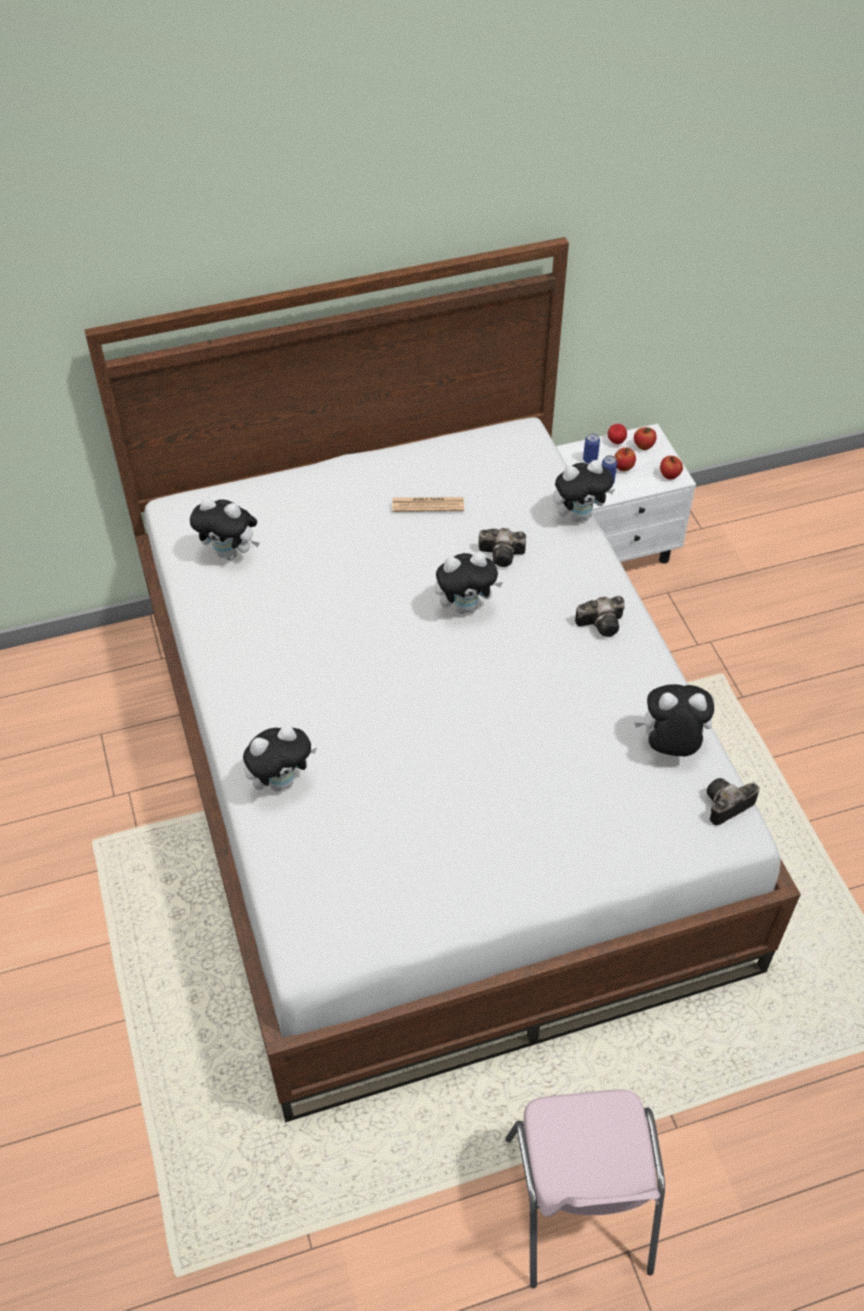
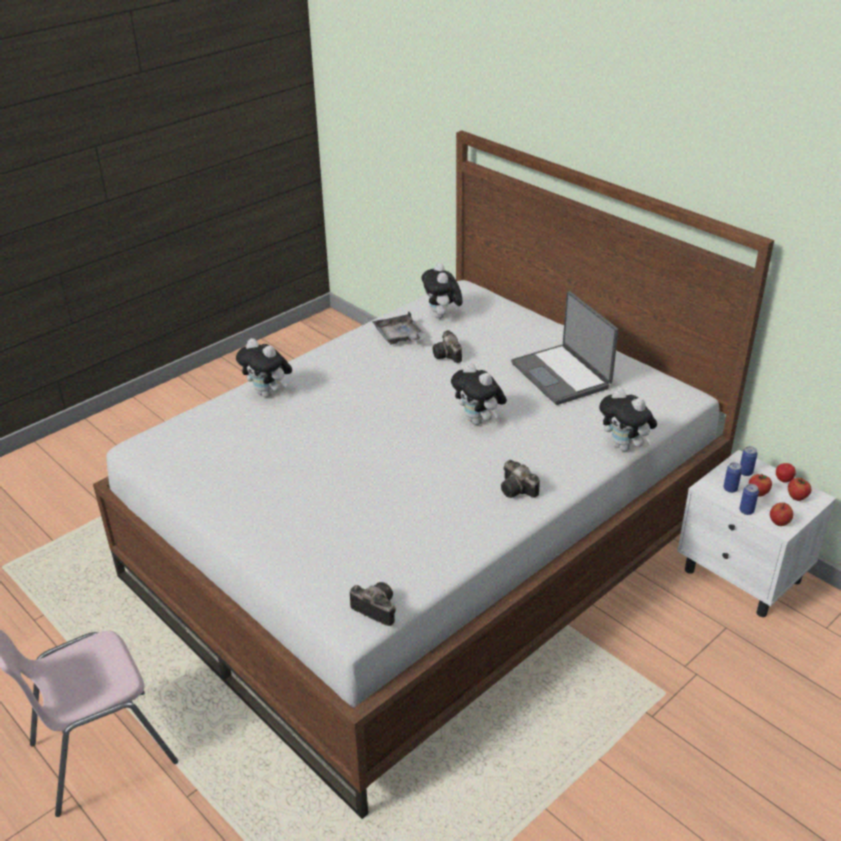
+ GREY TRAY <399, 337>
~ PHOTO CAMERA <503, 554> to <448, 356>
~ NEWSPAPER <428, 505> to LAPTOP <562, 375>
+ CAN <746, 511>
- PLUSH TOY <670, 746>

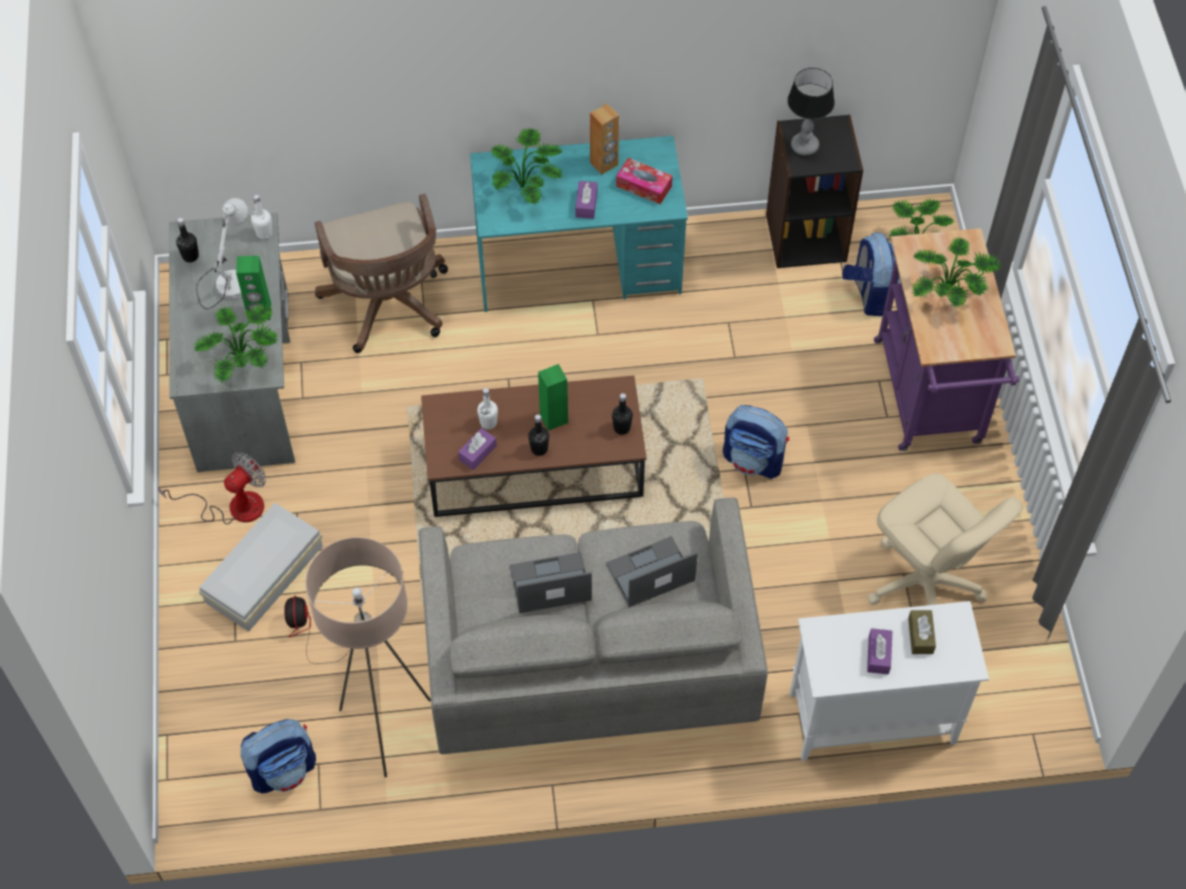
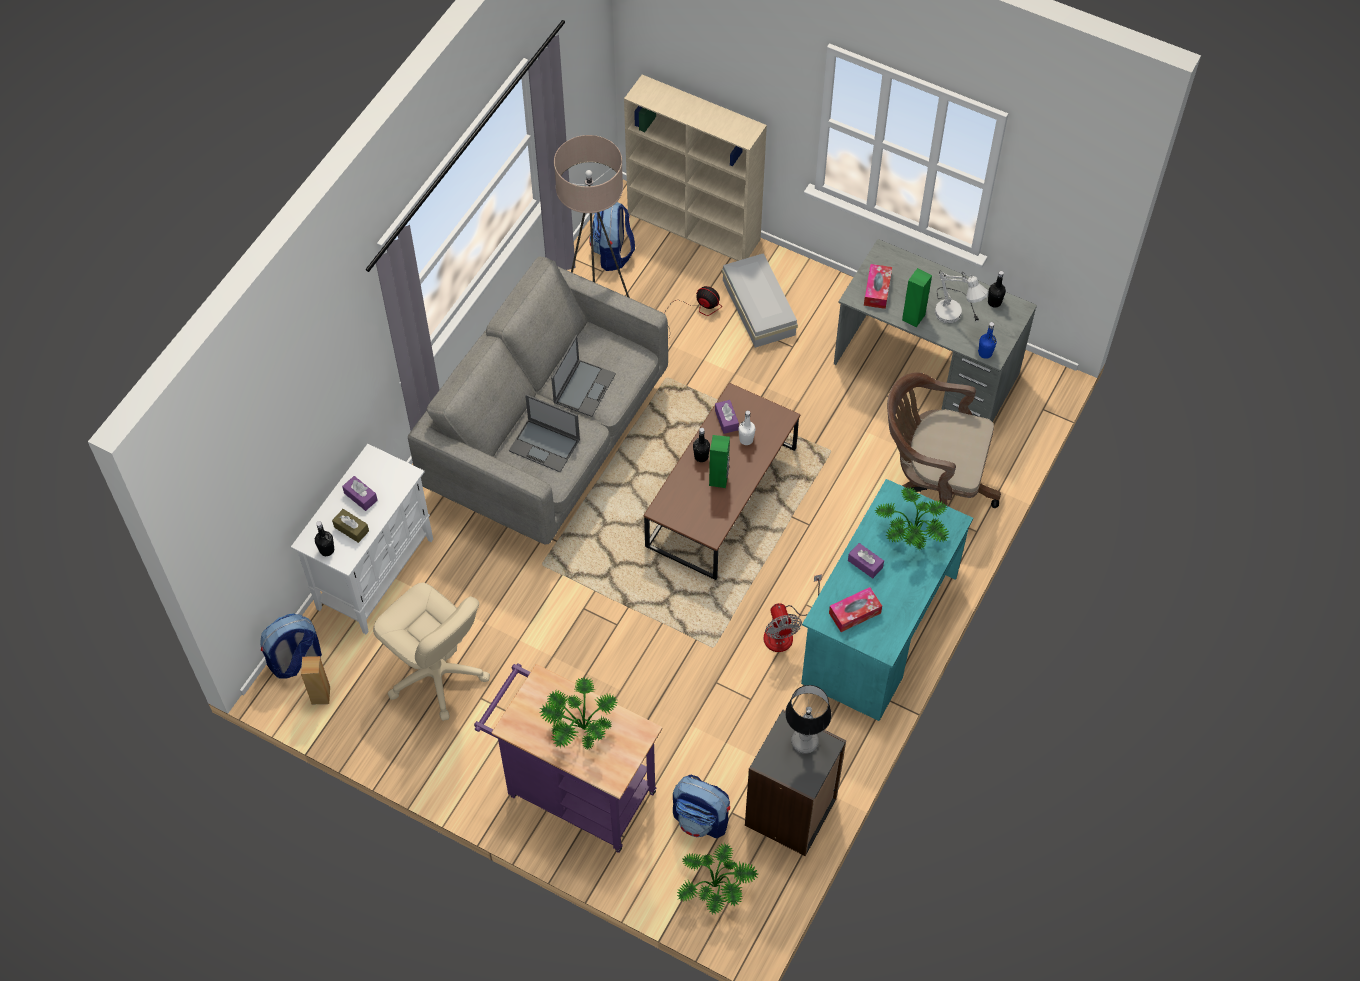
~ BACKPACK <754, 460> to <295, 661>
~ BROWN SPEAKER <604, 164> to <320, 695>
~ BLACK BOTTLE <622, 428> to <327, 550>
~ BEIGE OFFICE CHAIR <924, 584> = <437, 674> 135 degrees counterclockwise
~ LAPTOP <649, 573> = <545, 445> 105 degrees clockwise
+ BEIGE BOOKCASE <695, 227>
~ FAN <233, 506> to <785, 630>
~ POTTED PLANT <244, 360> to TISSUE BOX <877, 290>
~ WHITE BOTTLE <264, 233> to BLUE BOTTLE <985, 353>

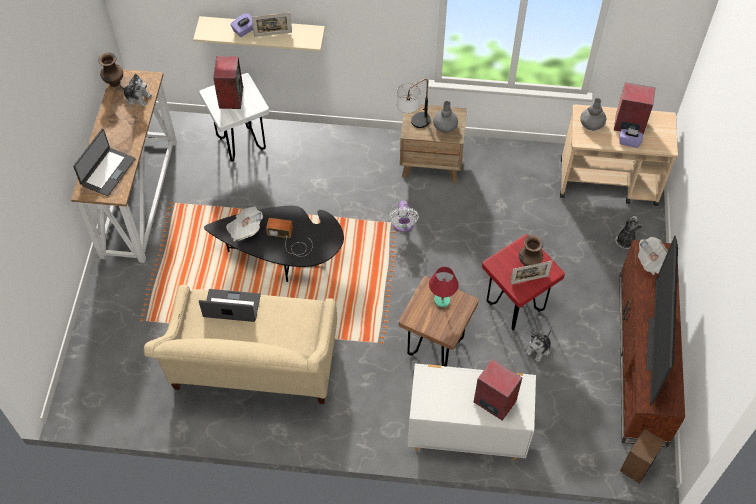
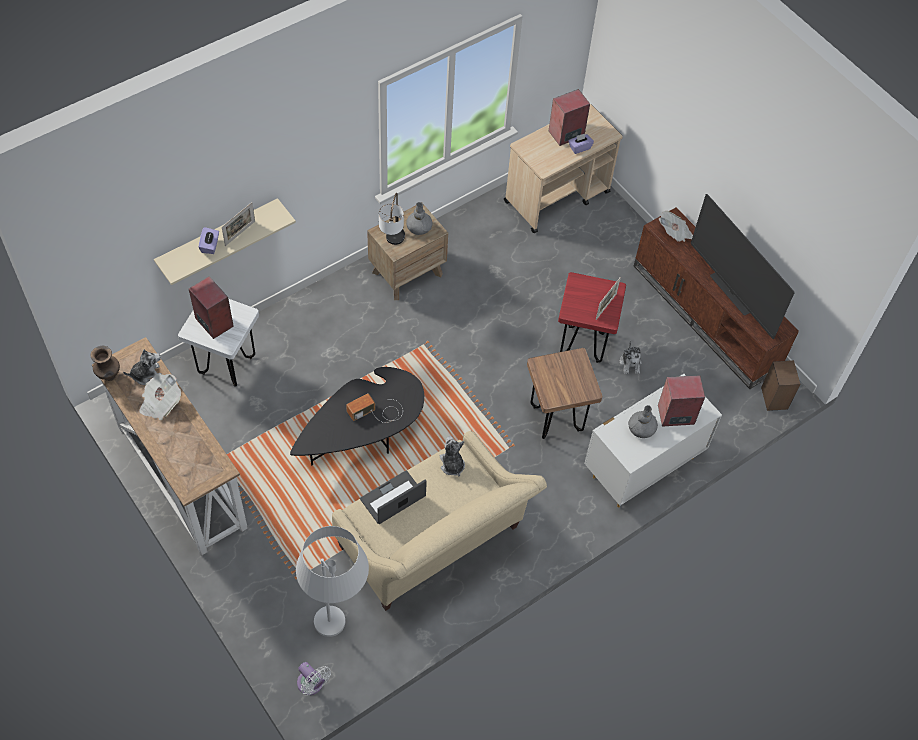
~ NEWSPAPER <245, 229> to <160, 403>
+ WHITE FLOOR LAMP <339, 635>
~ WHITE FAN <403, 225> to <312, 685>
~ PLUSH TOY <625, 240> to <452, 464>
~ GREY VASE <592, 123> to <641, 428>
- LAPTOP <107, 171>
- RED TABLE LAMP <441, 300>
- BROWN VASE <528, 263>

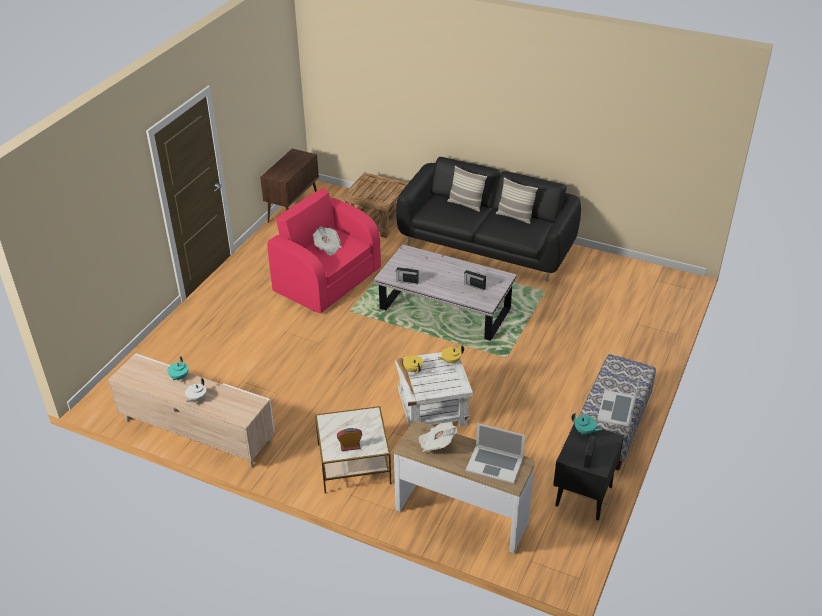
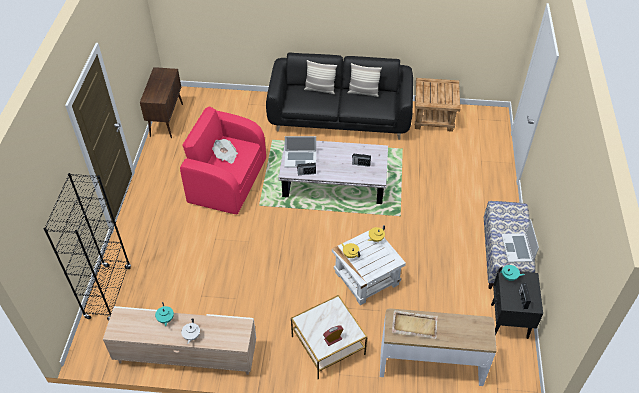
+ BLACK BOOKCASE <108, 292>
~ LAPTOP <494, 464> to <300, 159>
~ NEWSPAPER <436, 443> to BEIGE TRAY <414, 325>
~ BROWN SIDE TABLE <377, 221> to <434, 117>

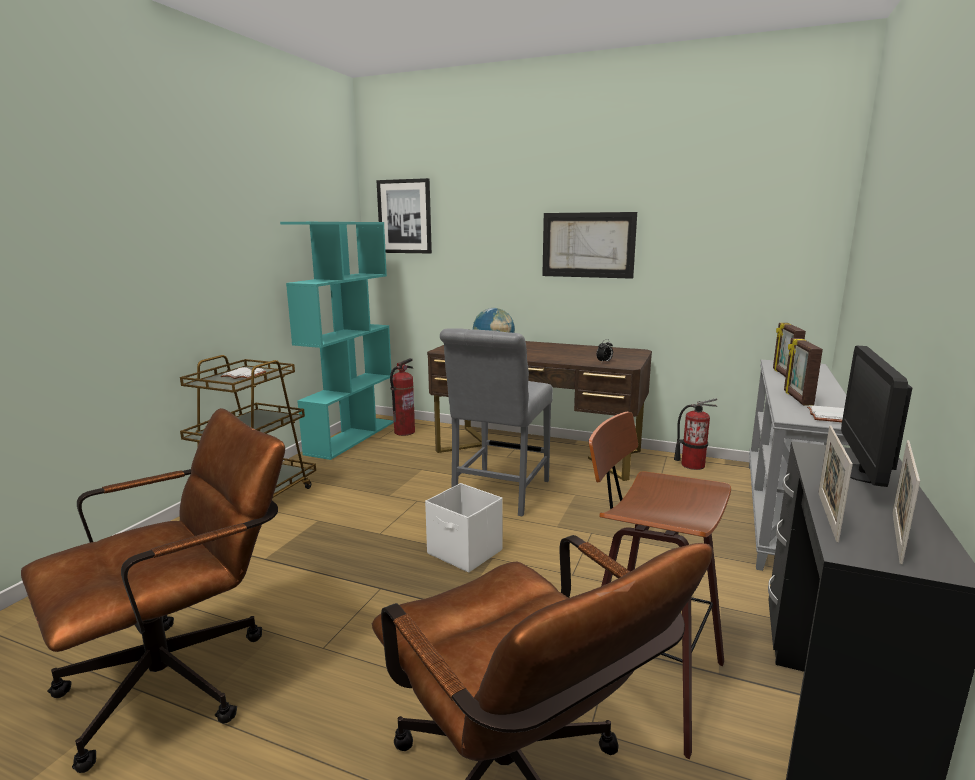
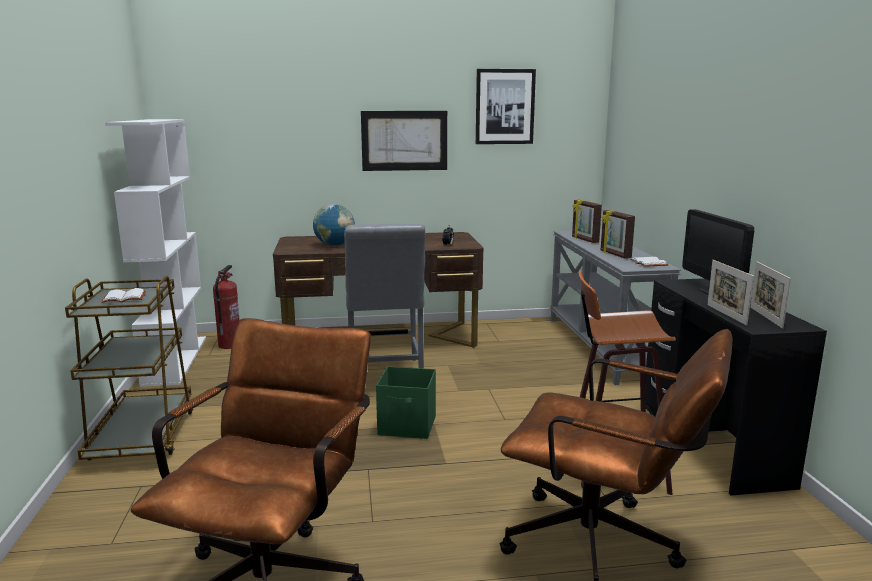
~ TURQUOISE BOOKCASE <351, 437> to WHITE BOOKCASE <175, 360>
~ WHITE STORAGE BOX <465, 552> to GREEN STORAGE BOX <408, 426>
~ PICTURE <405, 216> to <504, 107>
- FIRE EXTINGUISHER <692, 465>

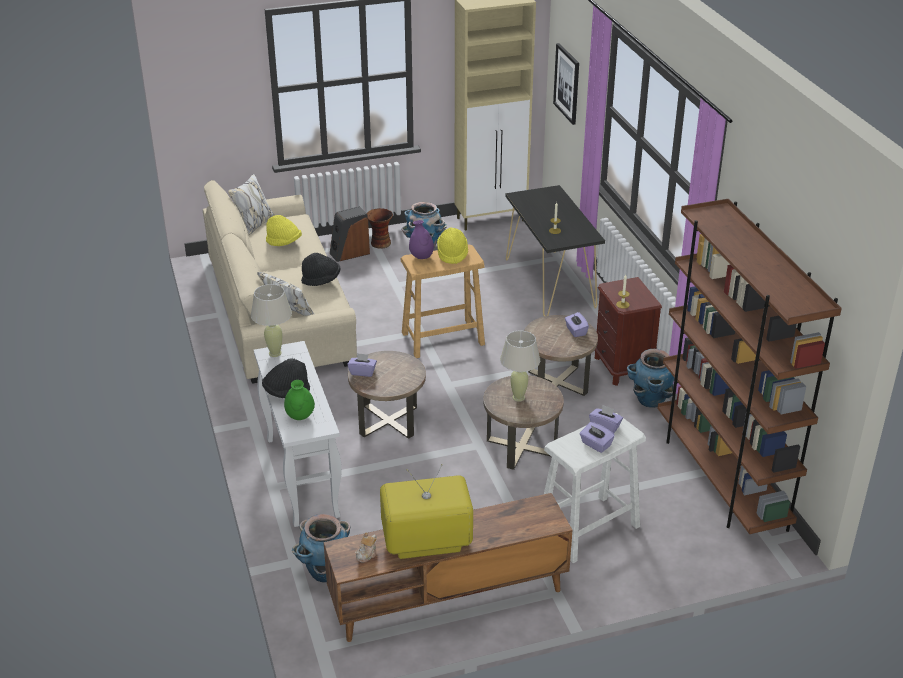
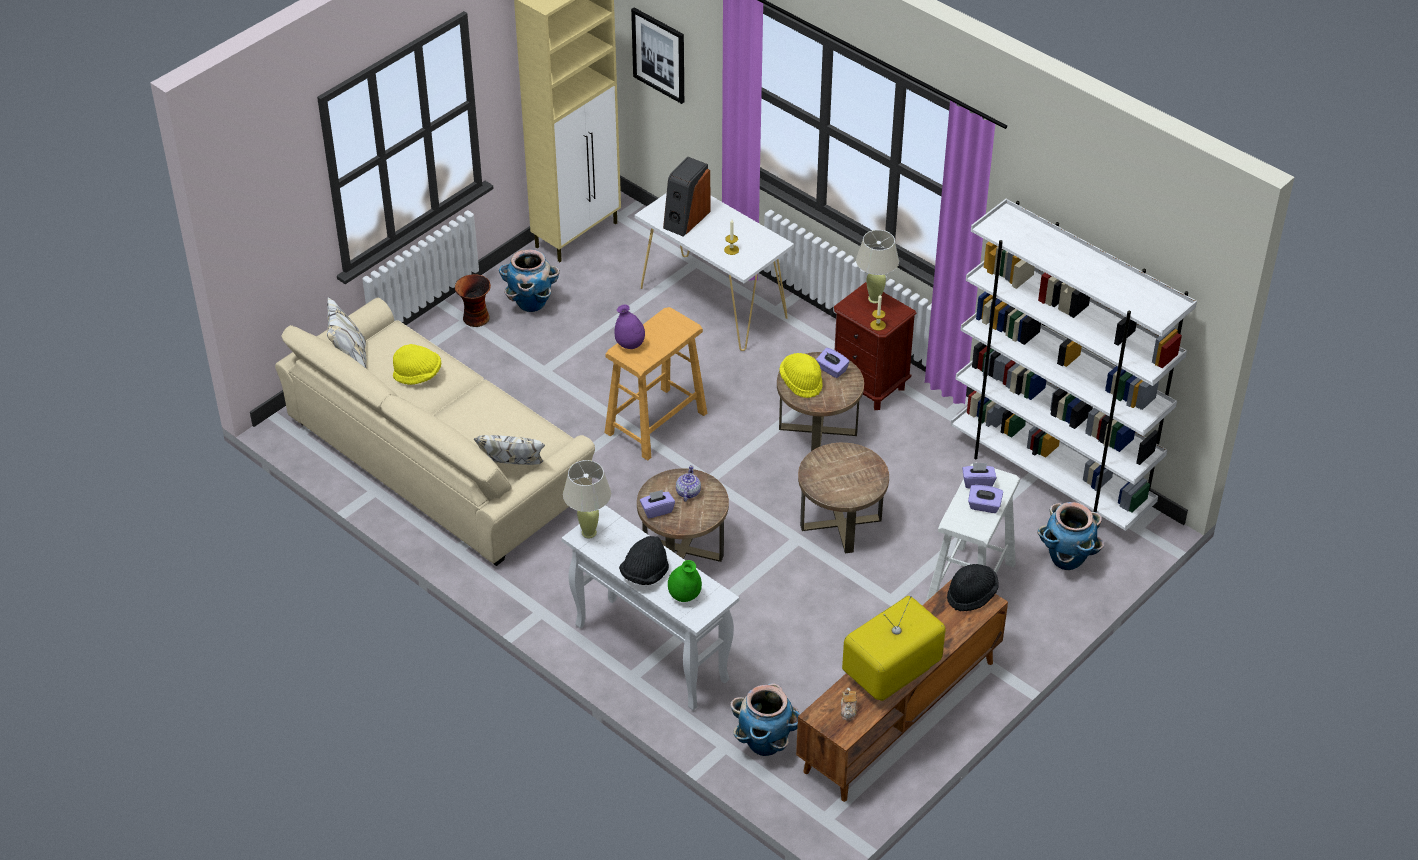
~ BLACK CONSOLE TABLE <550, 283> to WHITE CONSOLE TABLE <714, 303>
~ SPEAKER <349, 253> to <686, 219>
+ TEAPOT <688, 492>
~ YELLOW HAT <452, 254> to <801, 382>
~ BEIGE TABLE LAMP <518, 397> to <874, 299>
~ BLACK HAT <321, 280> to <971, 595>
~ BROWN BOOKCASE <721, 478> to WHITE BOOKCASE <1050, 478>
~ PLANTER <650, 400> to <1067, 559>

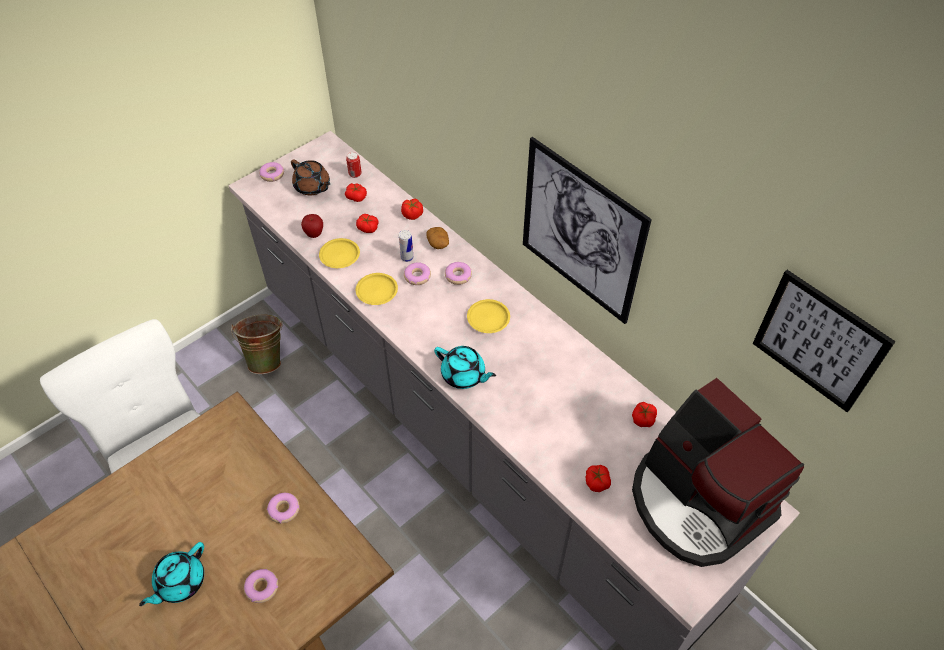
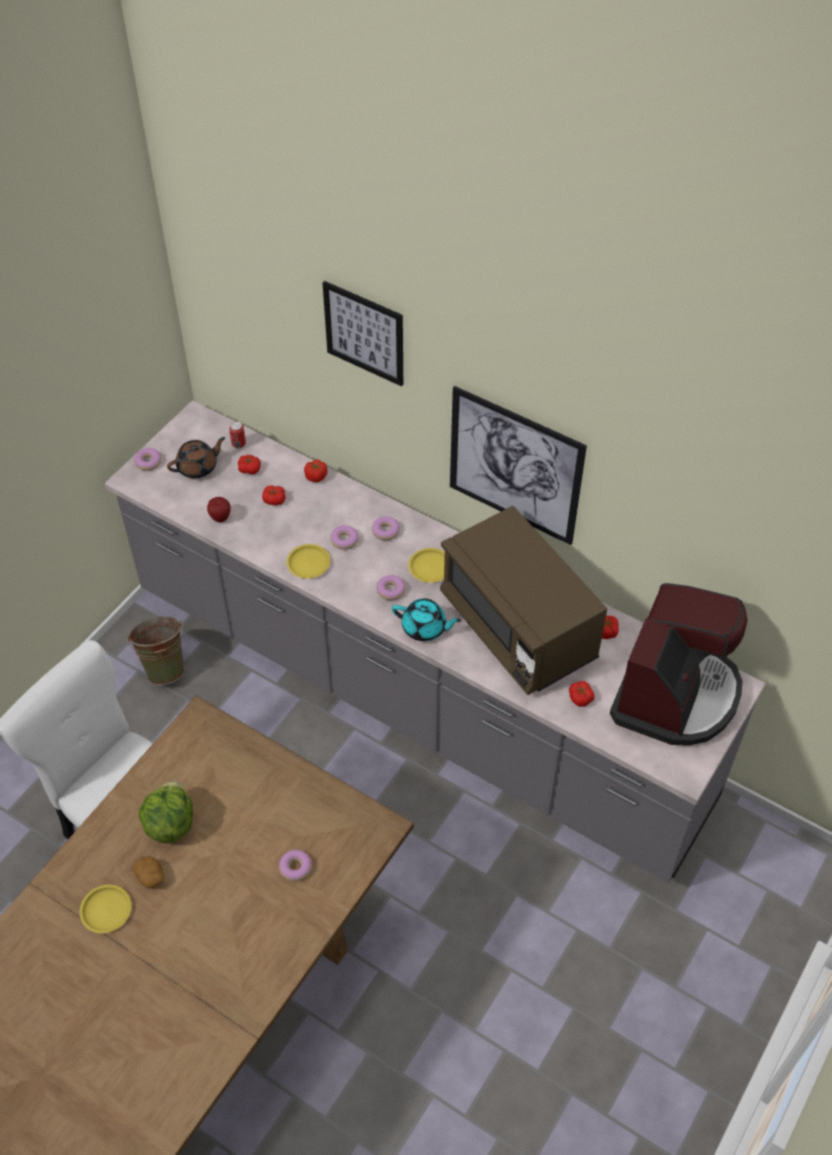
~ YELLOW PLATE <340, 255> to <106, 910>
~ POTATO <438, 243> to <151, 876>
+ LETTUCE <170, 824>
~ BROWN TEAPOT <312, 187> = <198, 467> 60 degrees counterclockwise
~ PICTURE <819, 341> to <364, 333>
~ DONUT <284, 509> to <390, 590>
+ BROWN MICROWAVE <518, 627>
~ COFFEE MACHINE <698, 502> = <675, 694> 105 degrees counterclockwise
- TURQUOISE TEAPOT <180, 582>
- CAN <407, 258>

